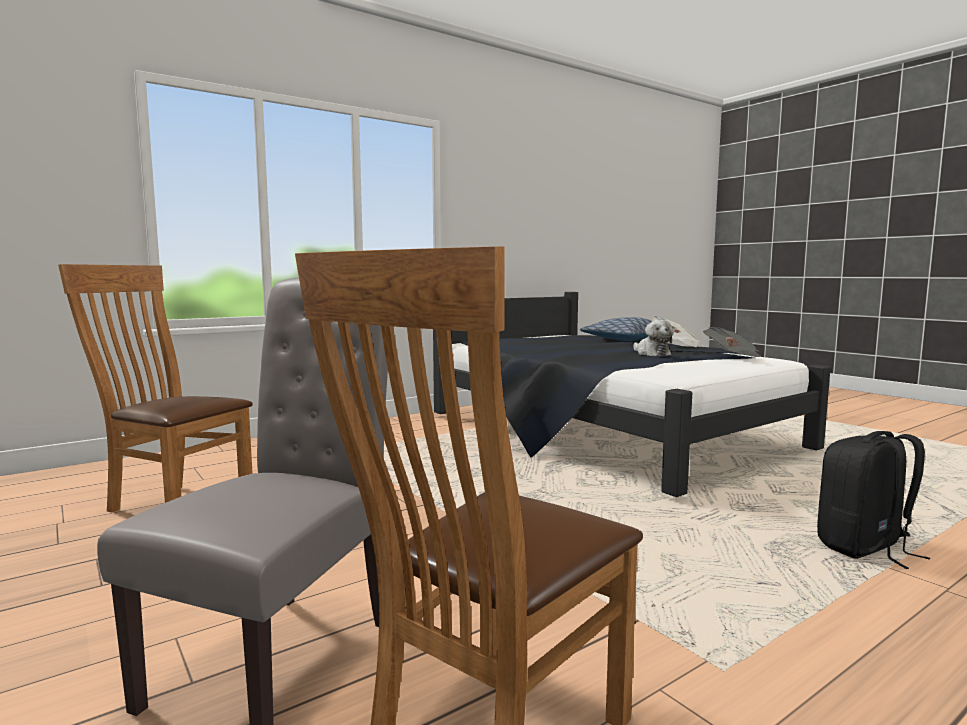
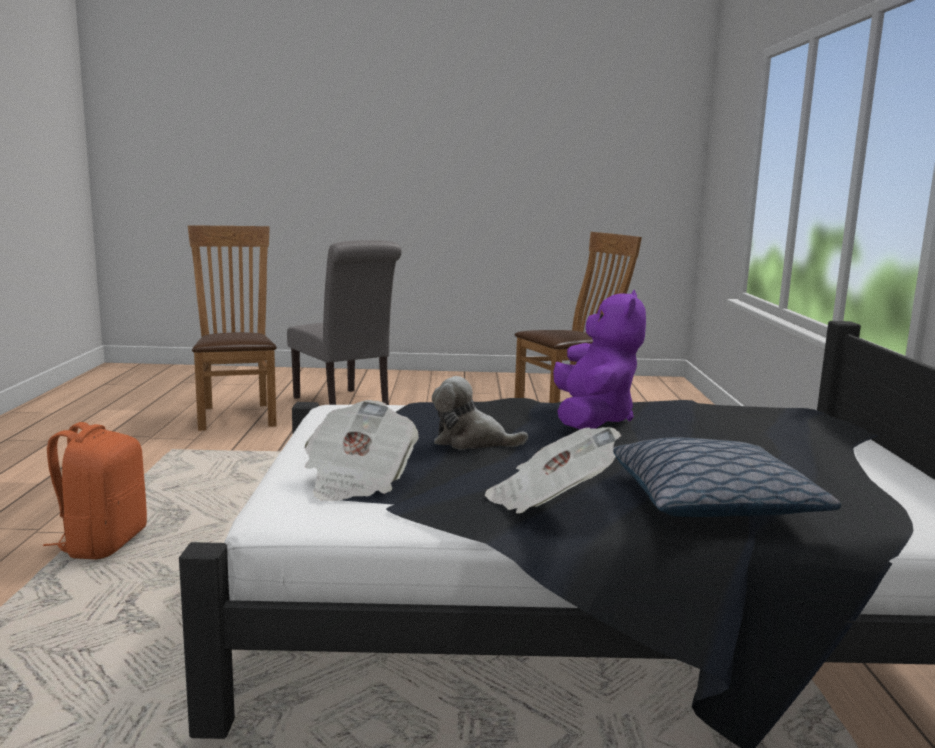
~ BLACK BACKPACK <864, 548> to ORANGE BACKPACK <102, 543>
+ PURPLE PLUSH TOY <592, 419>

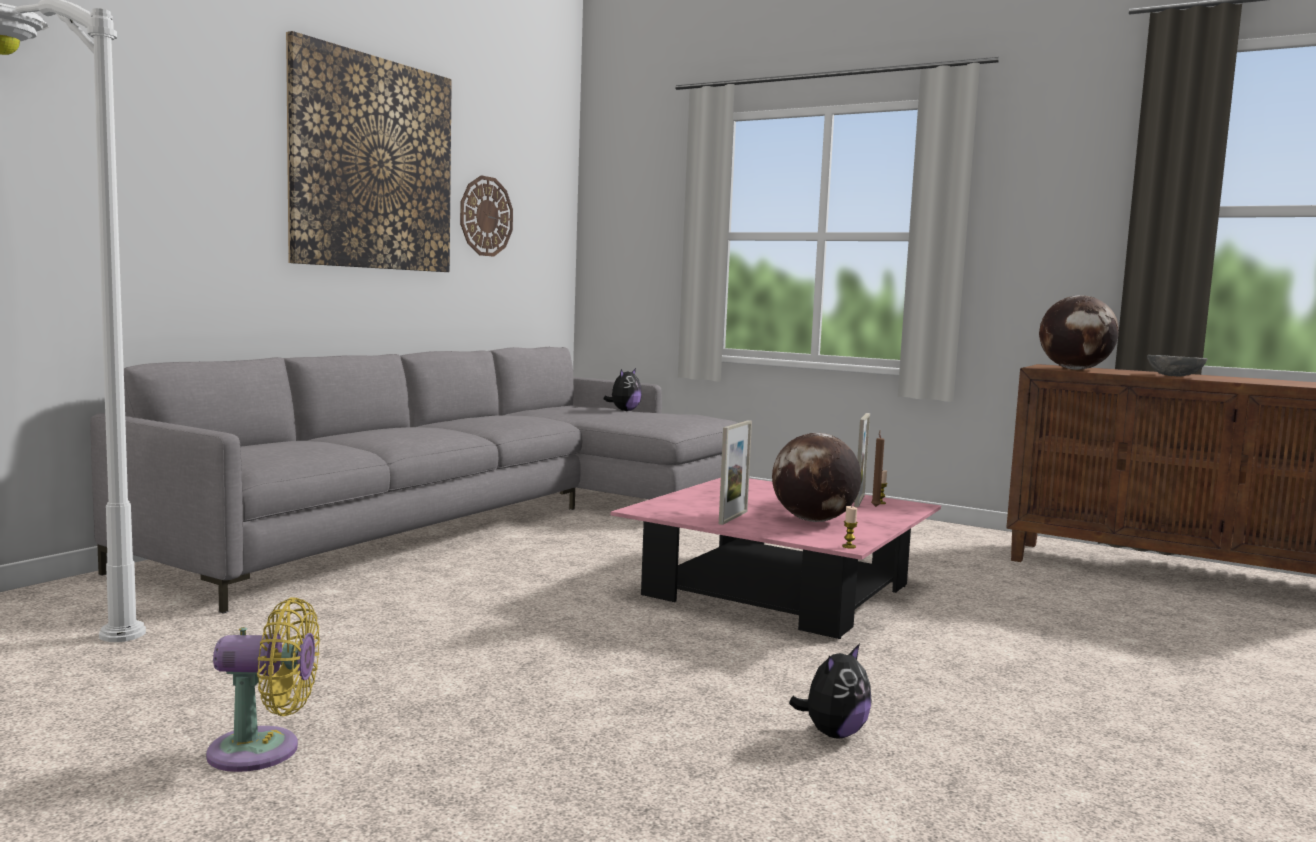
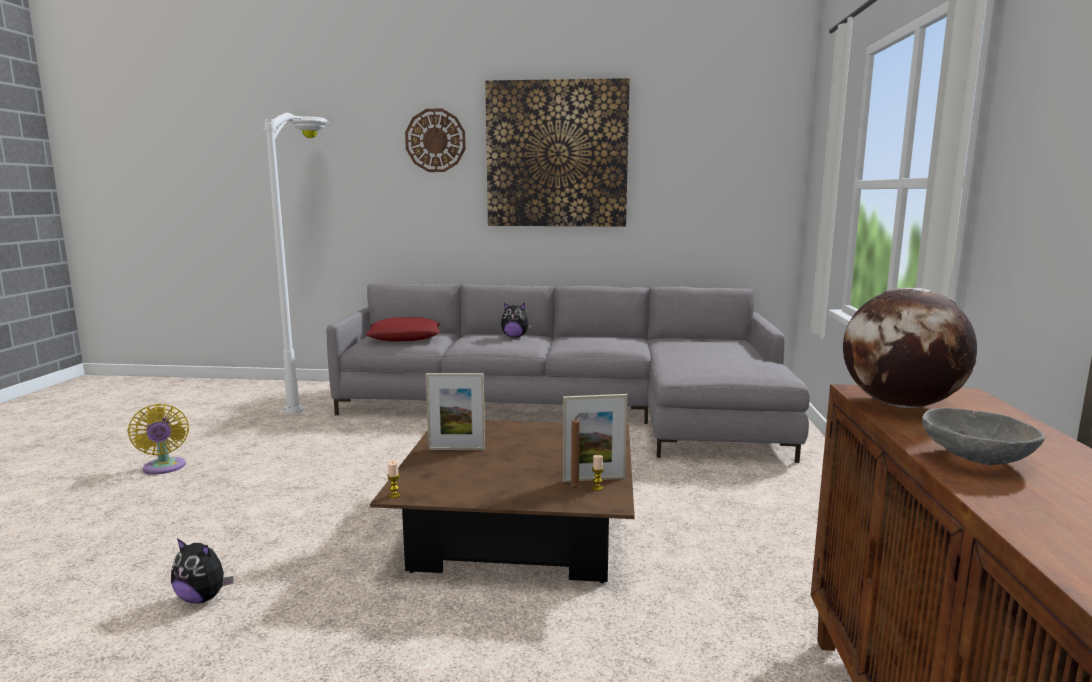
+ RED PILLOW <404, 337>
~ PINK COFFEE TABLE <778, 590> to BROWN COFFEE TABLE <520, 528>
~ WALL CLOCK <486, 216> to <435, 140>
~ PLUSH TOY <624, 410> to <515, 337>
- GLOBE <813, 521>

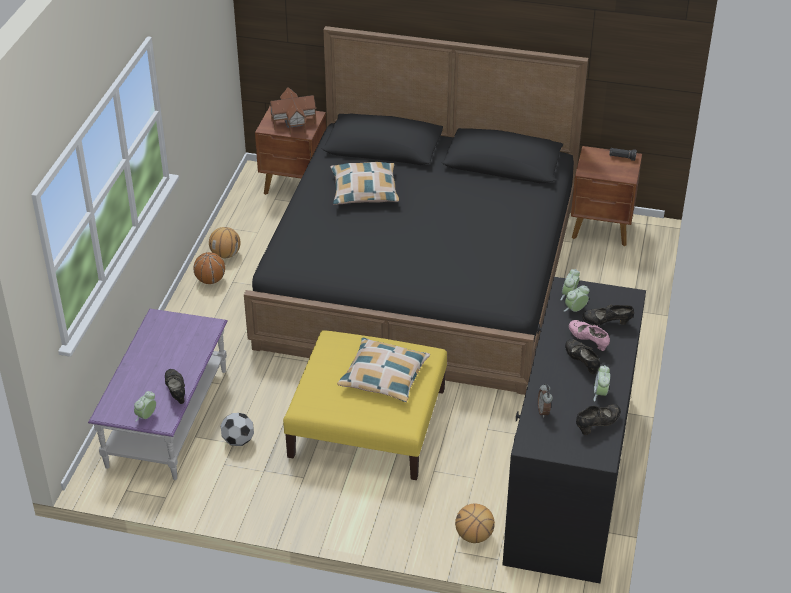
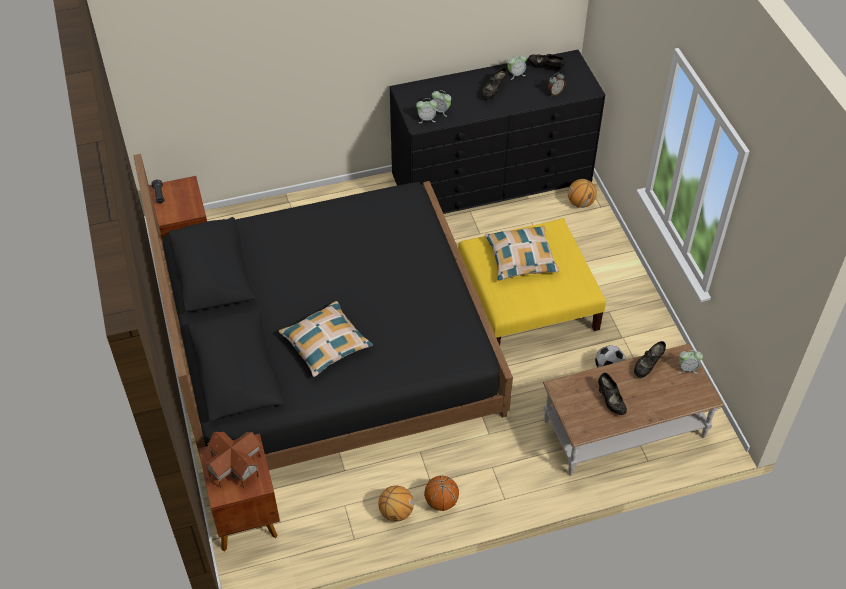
~ PURPLE COFFEE TABLE <167, 417> to BROWN COFFEE TABLE <624, 429>
~ BLACK SHOE <606, 323> to <610, 401>
- PINK SHOE <588, 341>

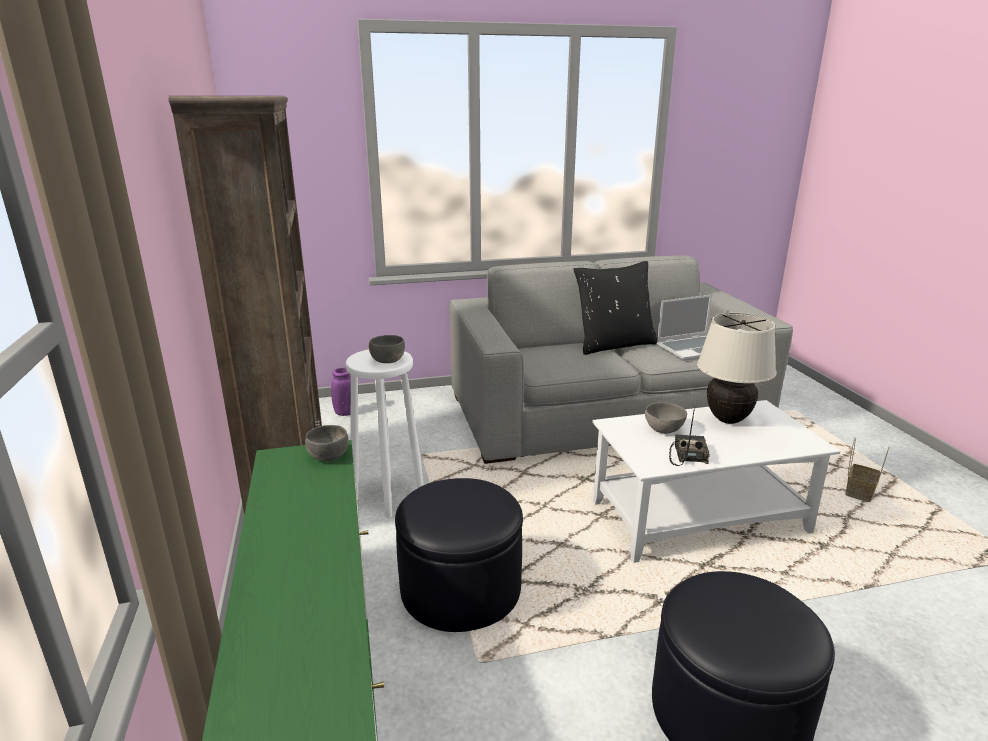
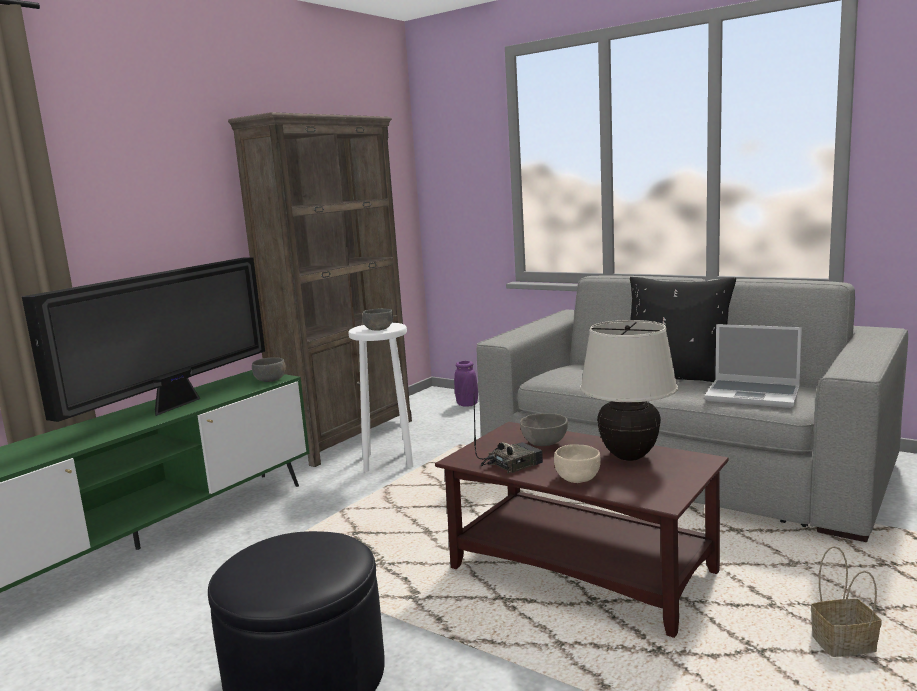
+ TELEVISION <176, 405>
~ WHITE COFFEE TABLE <699, 517> to BROWN COFFEE TABLE <584, 571>
+ BEIGE BOWL <577, 478>
- BLACK OTTOMAN <460, 588>

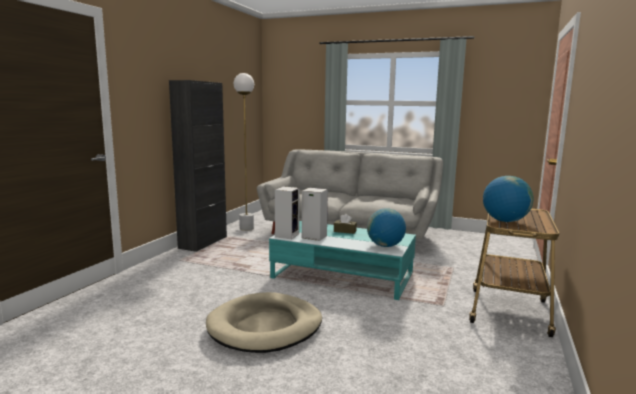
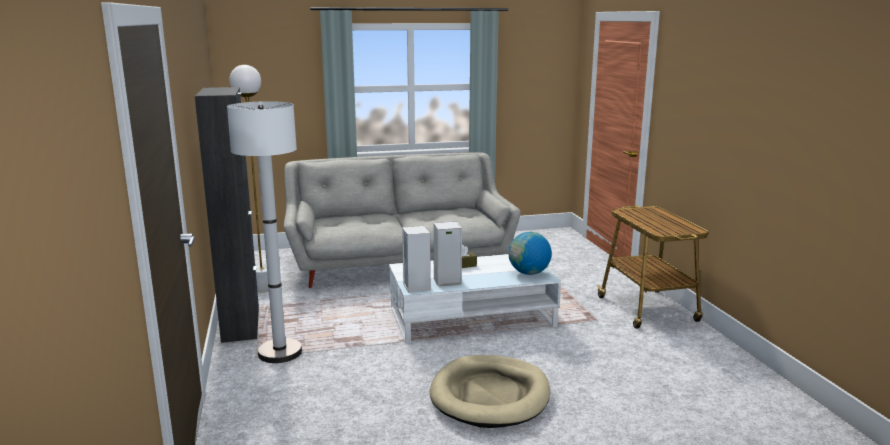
+ WHITE FLOOR LAMP <280, 352>
~ TURQUOISE COFFEE TABLE <342, 275> to WHITE COFFEE TABLE <471, 317>
- GLOBE <504, 221>

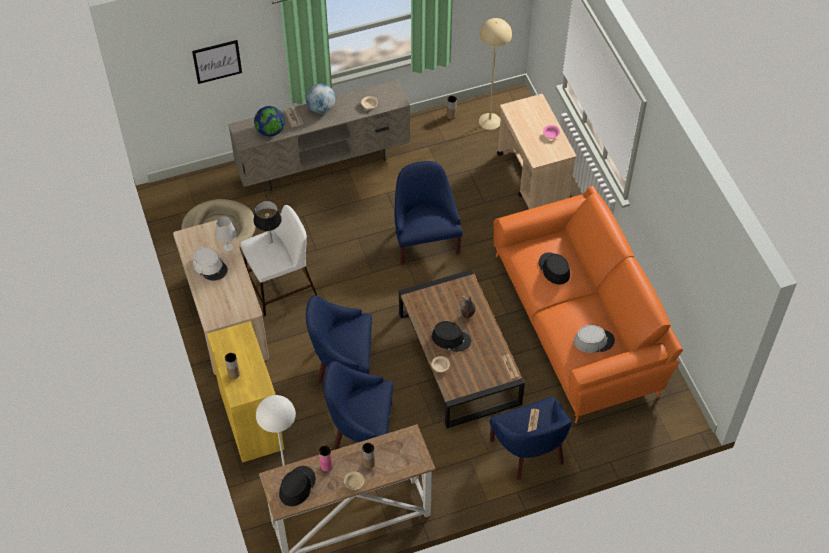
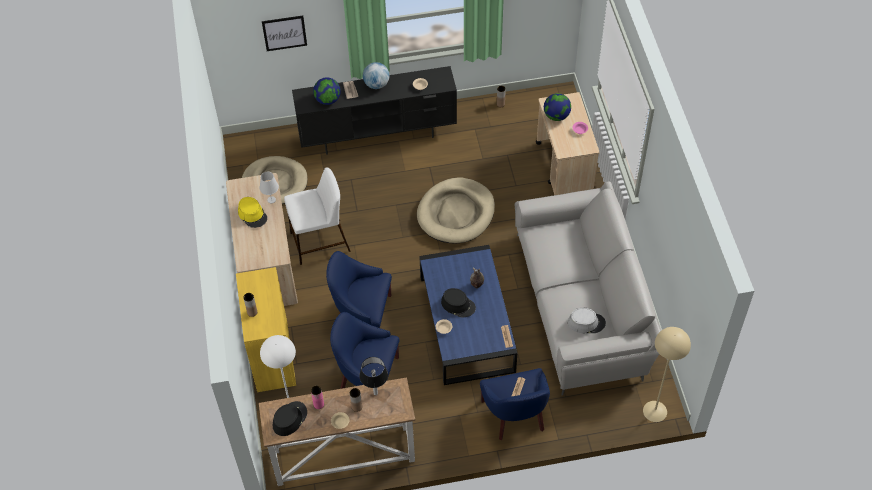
~ WHITE HAT <210, 266> to YELLOW HAT <252, 215>
~ BEIGE TV STAND <324, 164> to BLACK TV STAND <378, 135>
~ TABLE LAMP <270, 242> to <375, 393>
~ BLUE ARMCHAIR <425, 240> to BEIGE DOG BED <456, 213>
~ BROWN COFFEE TABLE <459, 358> to BLUE COFFEE TABLE <467, 324>
~ ORANGE SOFA <579, 323> to GREY SOFA <582, 305>
+ GLOBE <556, 116>
~ BEIGE FLOOR LAMP <489, 121> to <655, 411>
- BLACK HAT <554, 269>

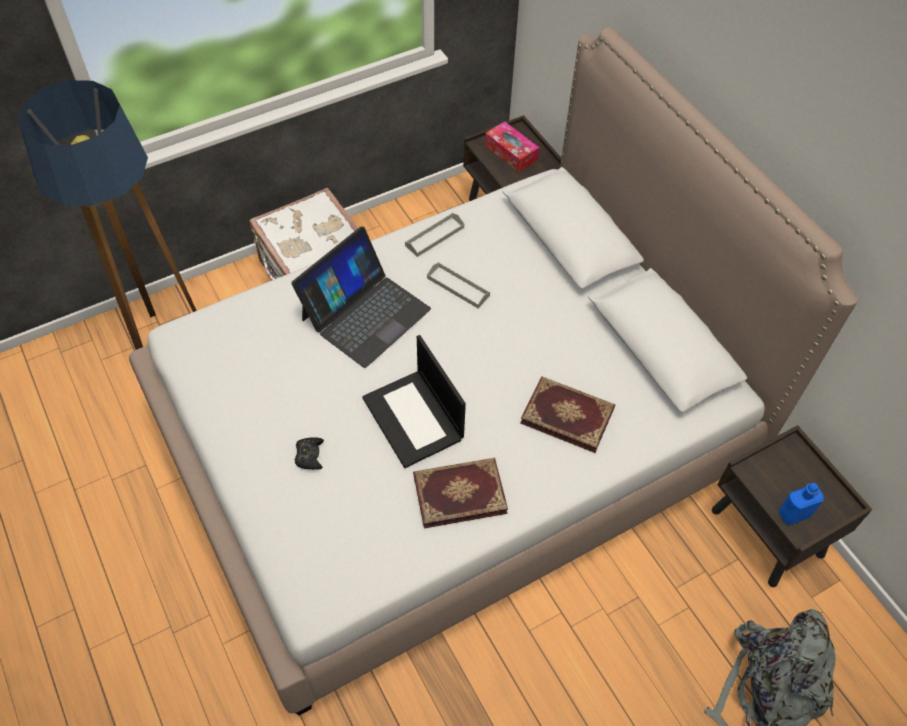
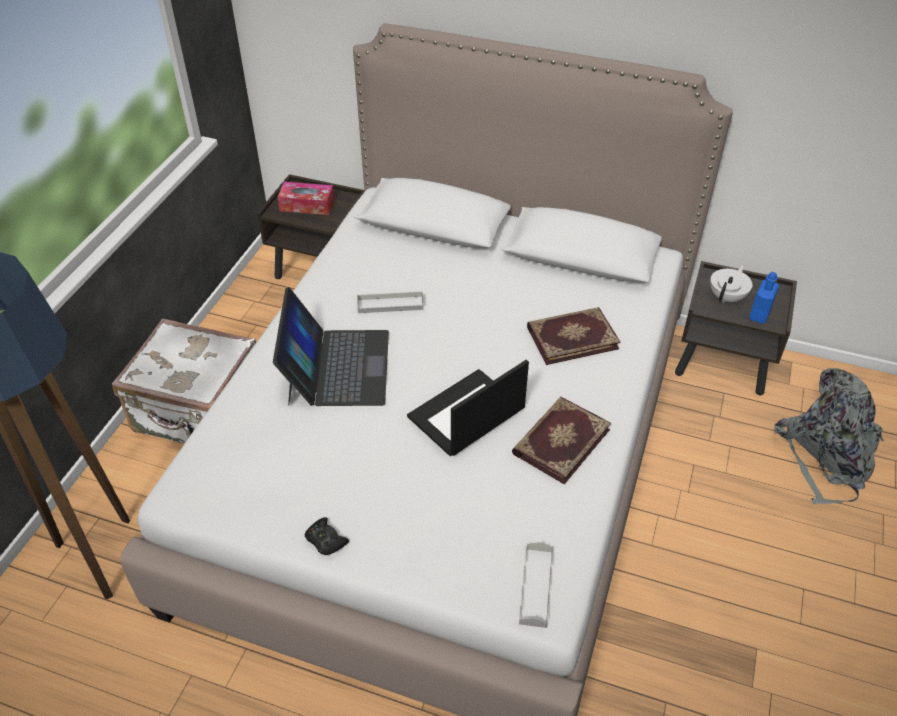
~ BLACK GAME CONTROLLER <309, 455> to <325, 540>
~ LAPTOP <414, 419> = <466, 414> 120 degrees clockwise
~ GREY TRAY <434, 236> to <536, 586>
+ WHITE TEAPOT <727, 297>

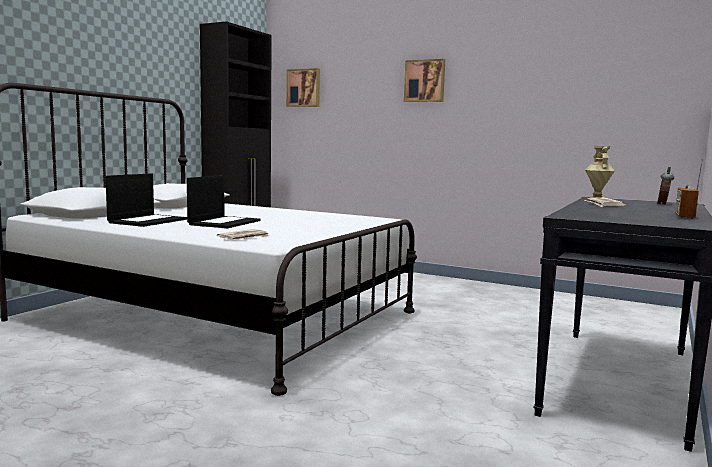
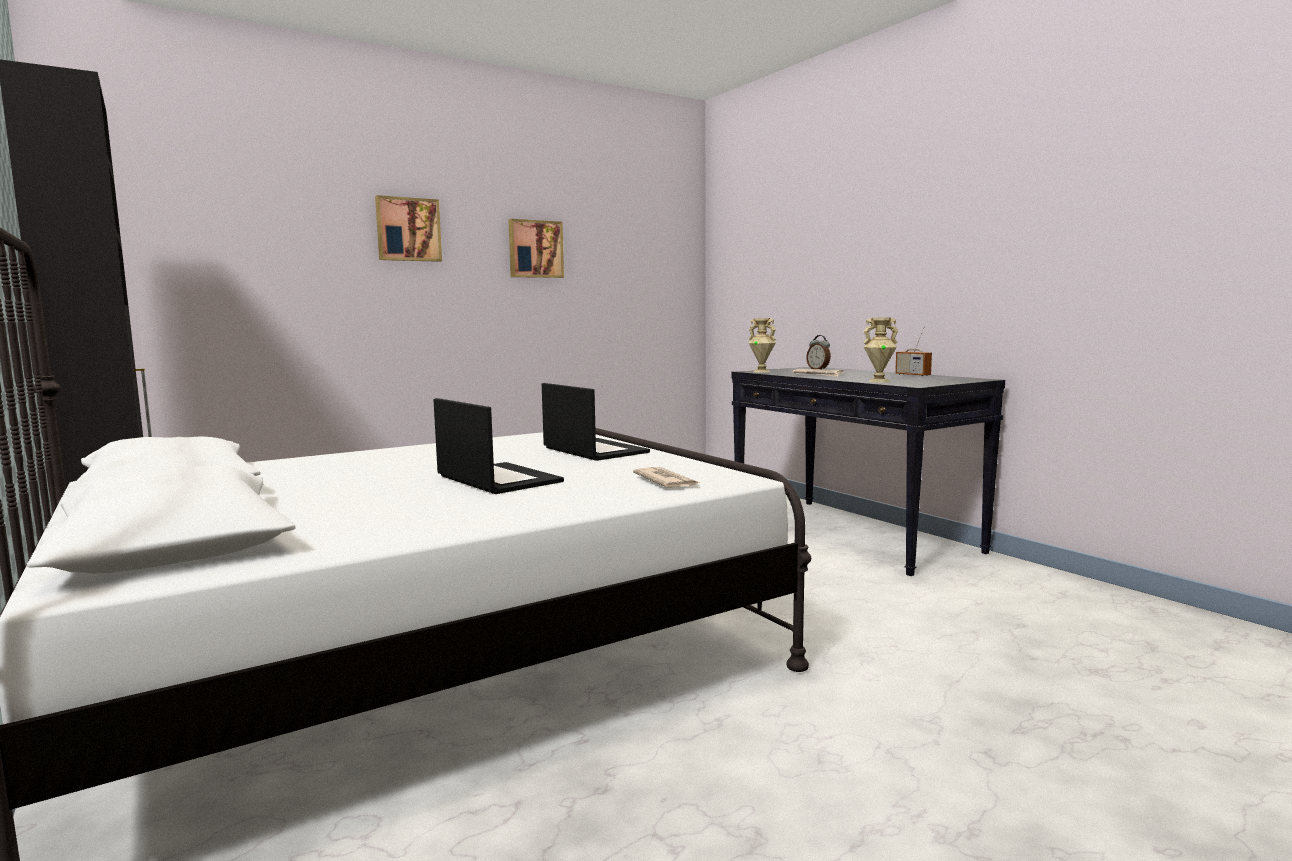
~ PICTURE <304, 88> to <535, 249>
~ LAPTOP <148, 221> to <593, 450>
+ BEIGE VASE <879, 381>

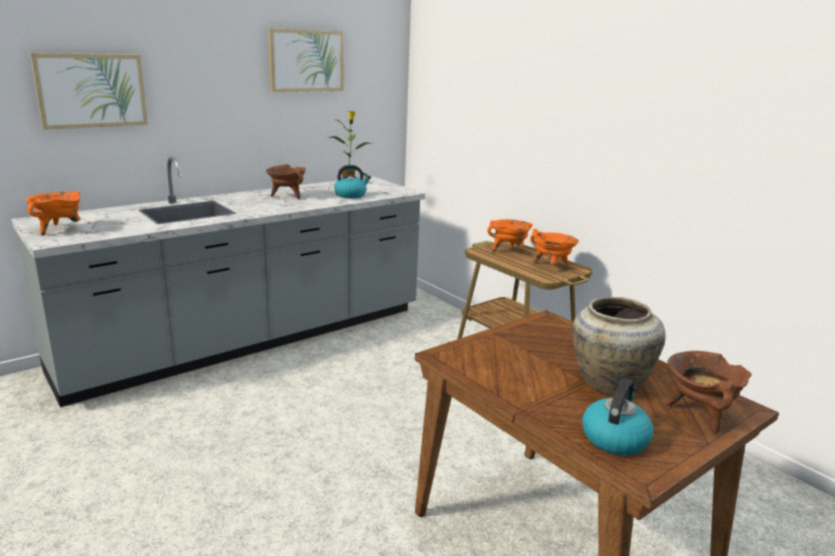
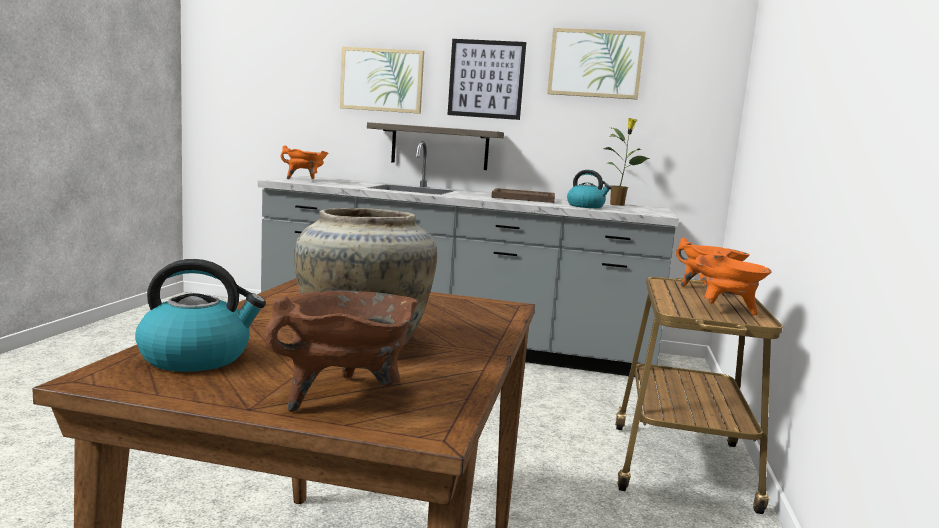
+ SHELF <439, 147>
+ PICTURE <486, 79>
~ BROWN COOKING POT <287, 196> to BROWN TRAY <523, 198>

